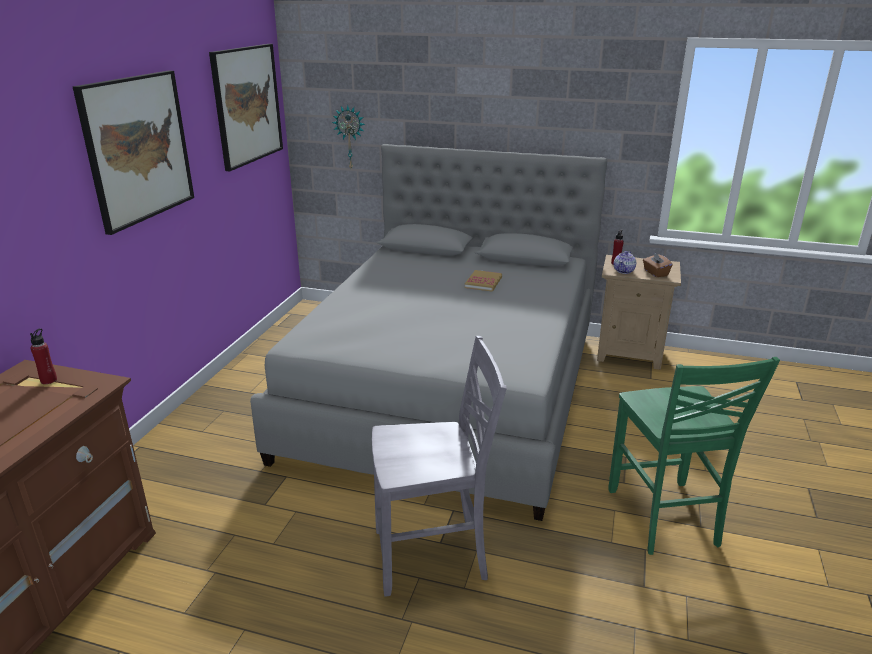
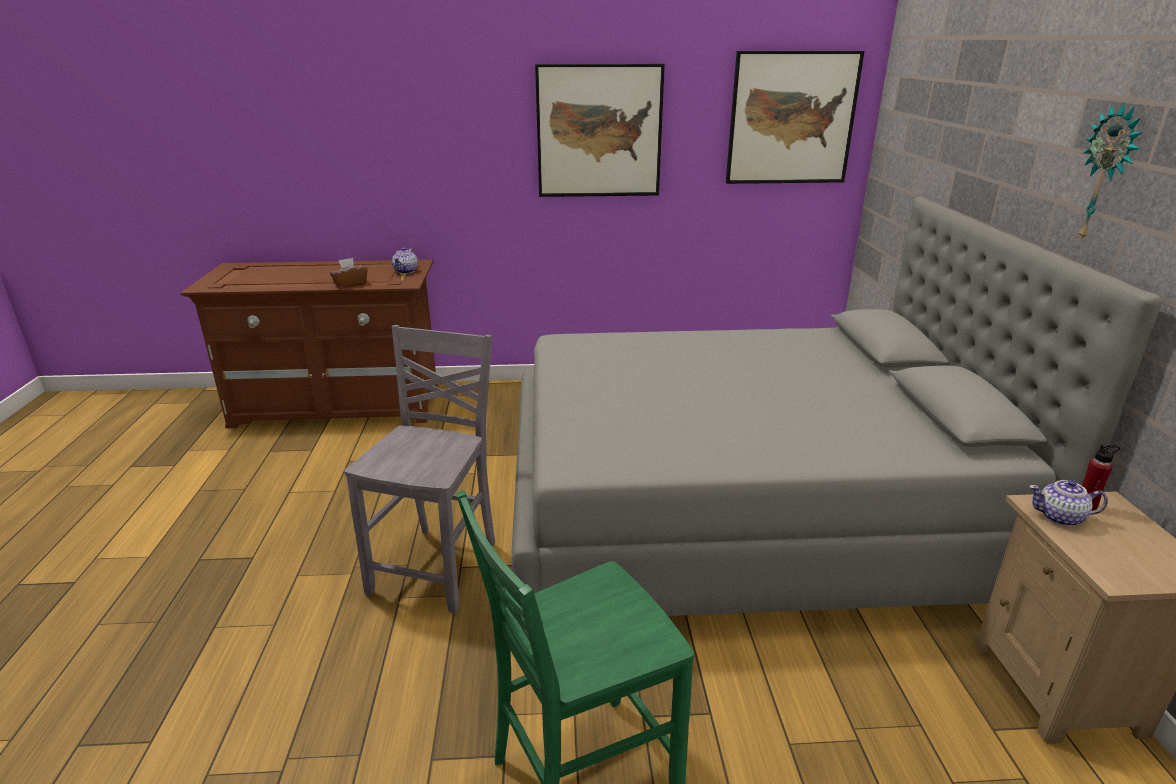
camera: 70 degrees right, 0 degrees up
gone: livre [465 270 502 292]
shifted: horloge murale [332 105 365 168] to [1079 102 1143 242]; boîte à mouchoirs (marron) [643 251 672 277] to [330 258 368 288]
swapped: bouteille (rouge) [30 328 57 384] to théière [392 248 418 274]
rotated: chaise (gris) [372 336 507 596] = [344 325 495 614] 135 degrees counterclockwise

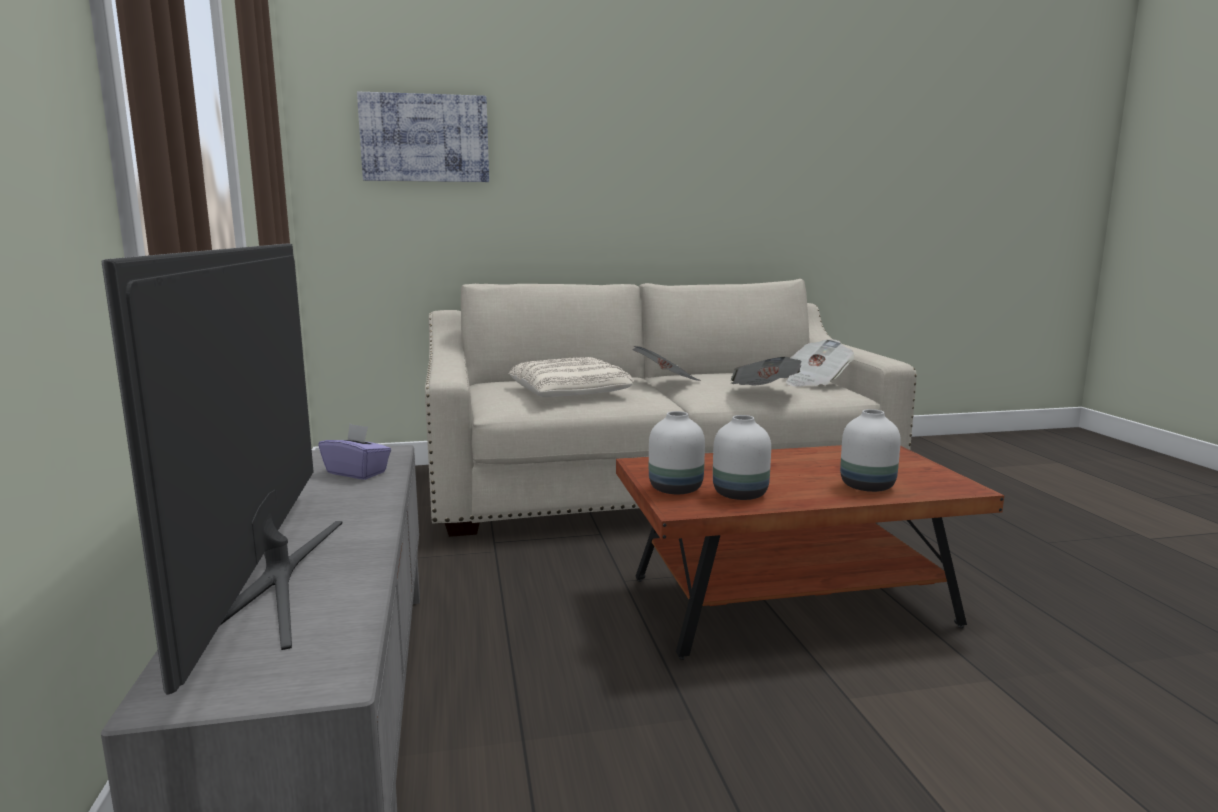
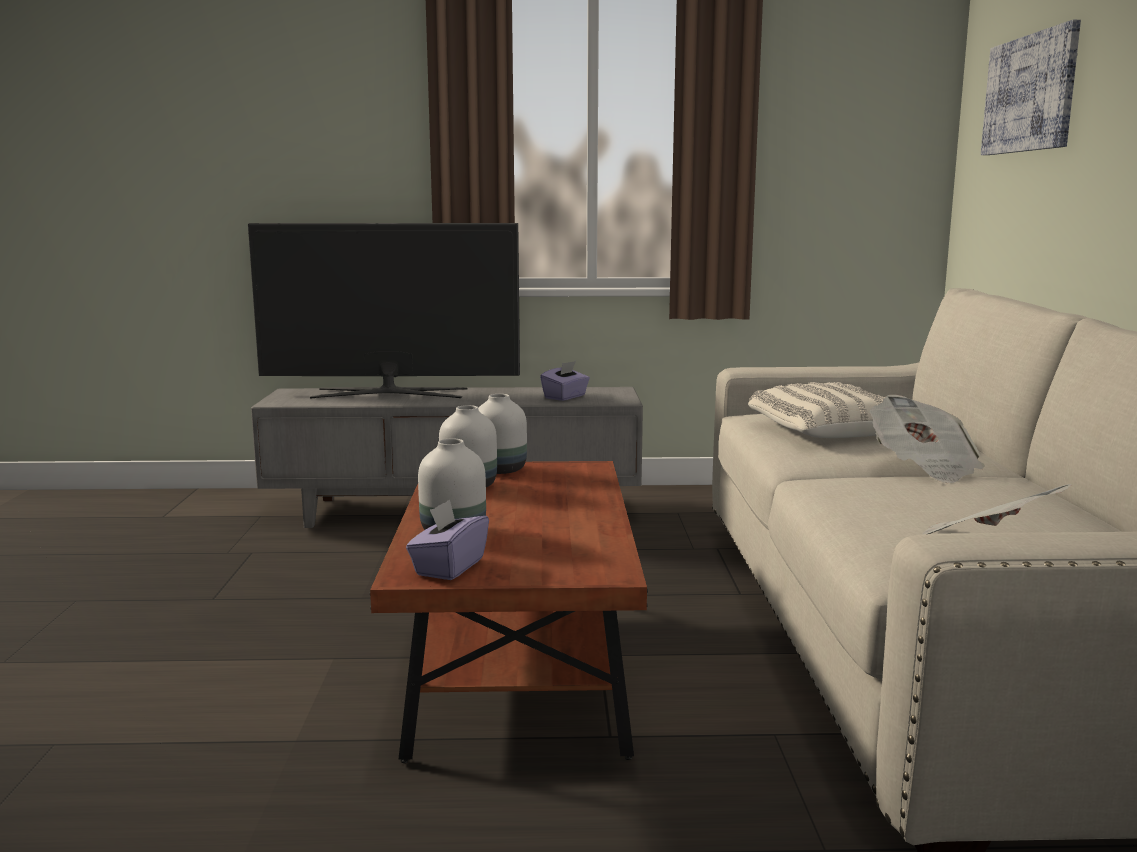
camera: 100 degrees right, 0 degrees up
gone: journal [731 357 802 385]
new: boîte à mouchoirs (violet) [406 499 489 580]

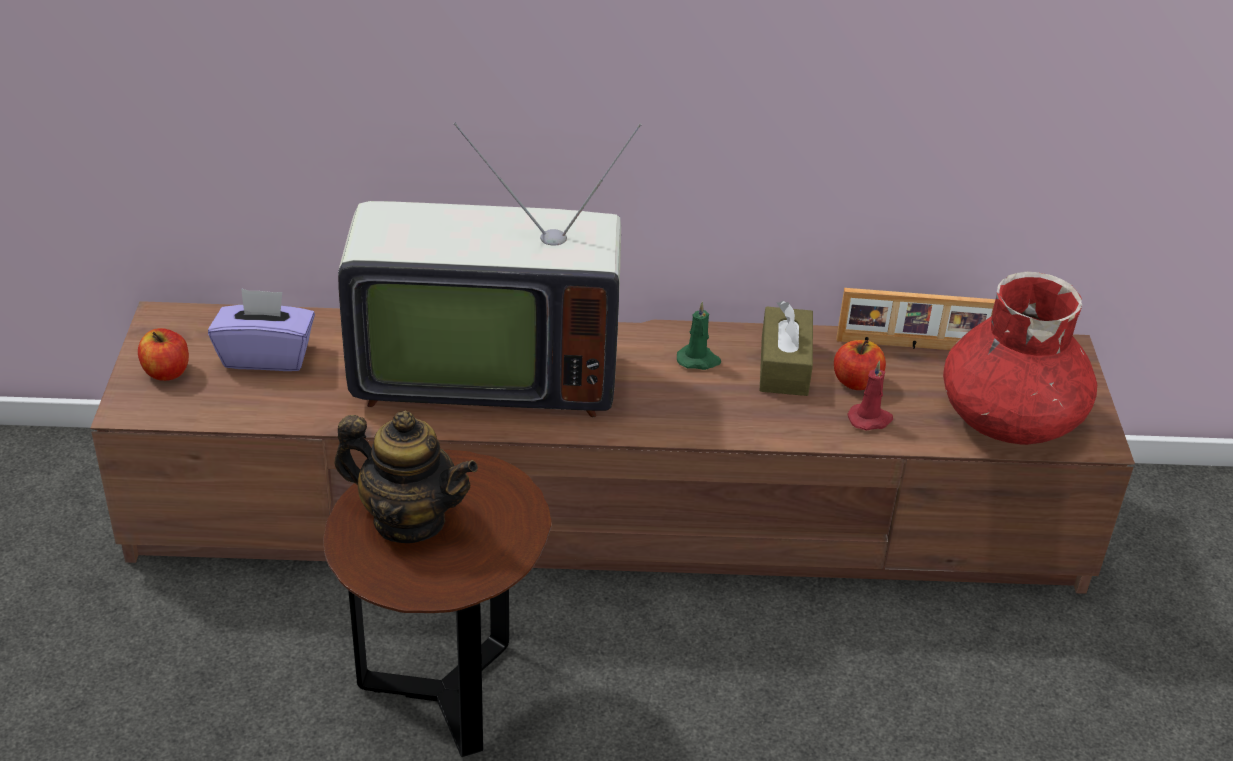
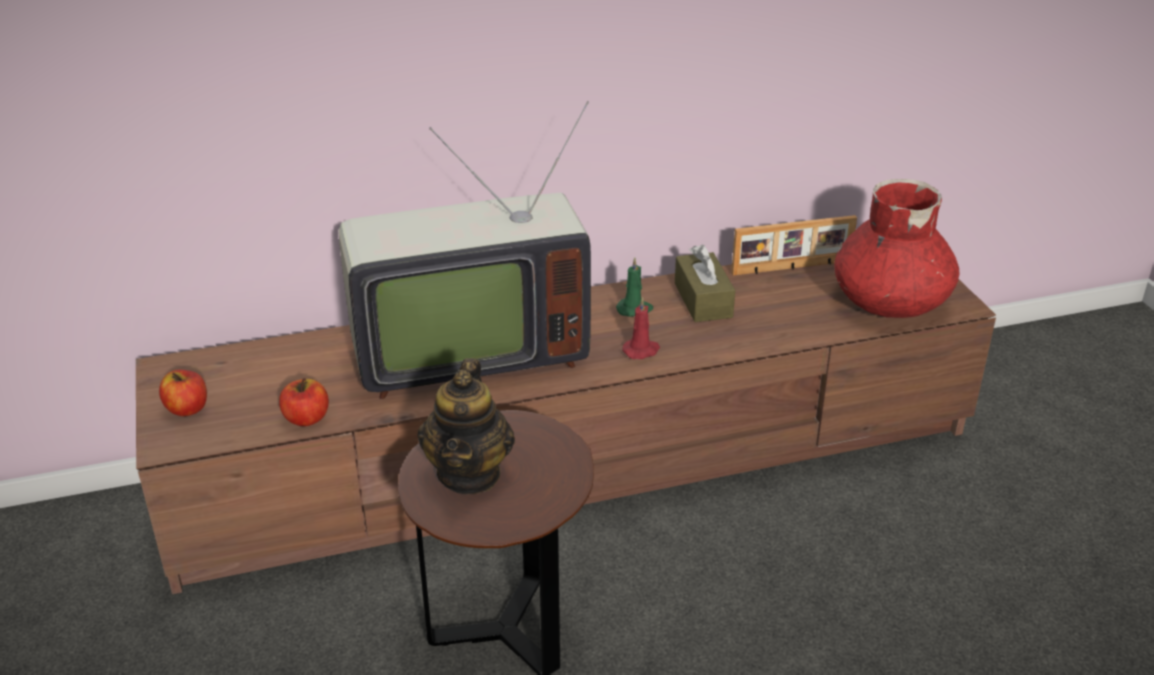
camera: 15 degrees left, 5 degrees down
gone: boîte à mouchoirs (violet) [208 288 315 371]
shifted: pomme [834 340 886 390] to [279 378 329 426]; bougie (rouge) [847 360 893 431] to [622 297 660 359]
rotated: théière [334 411 478 543] = [417 358 515 494] 90 degrees clockwise

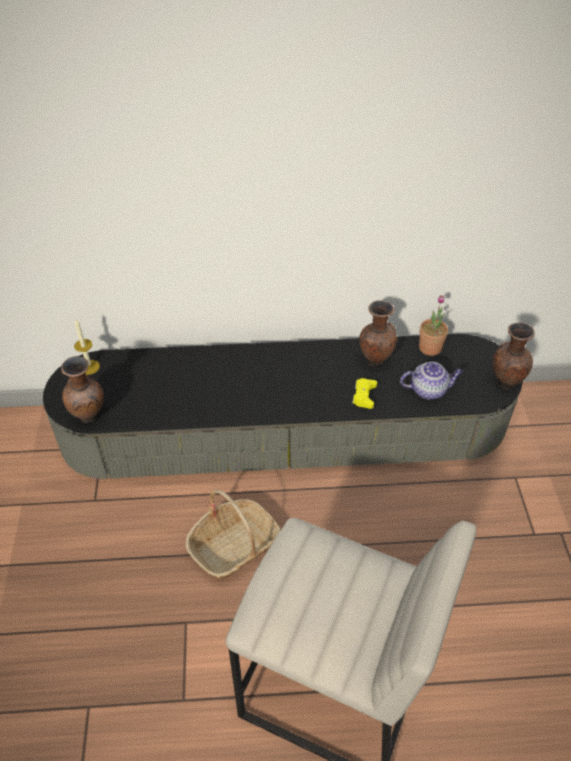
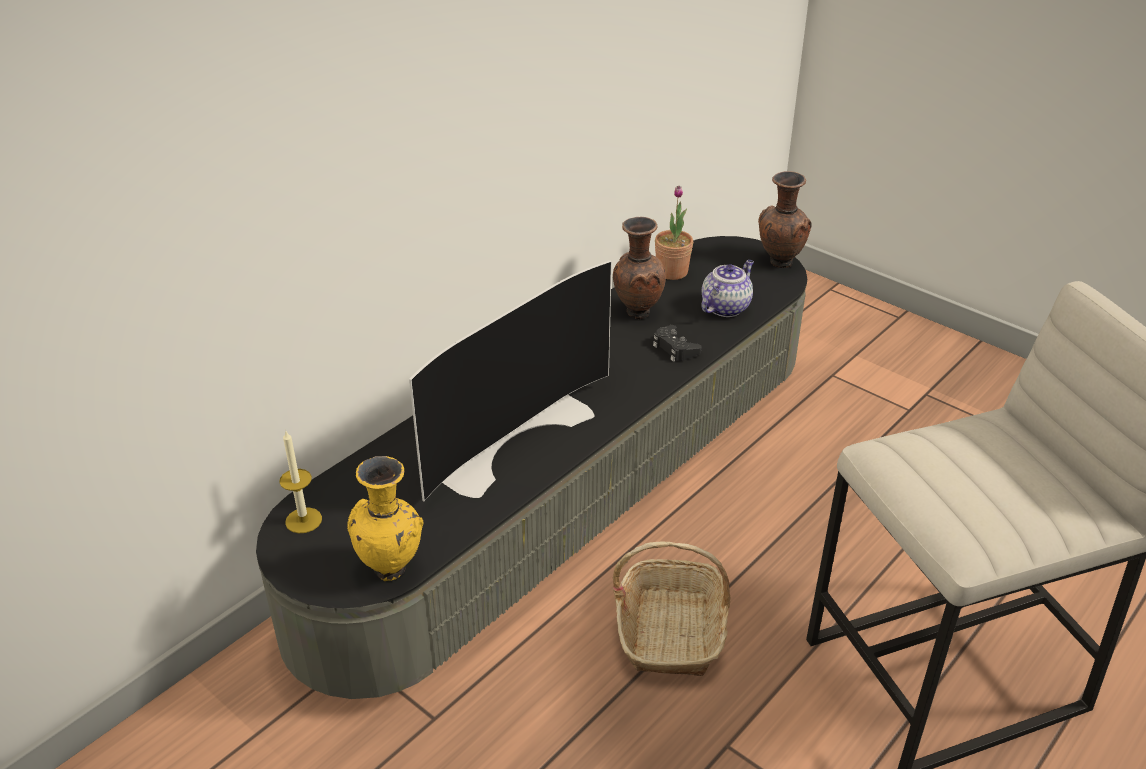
camera: 45 degrees left, 10 degrees down
new: téléviseur [409 261 612 501]
repainted: vase (marron) [61 356 104 423] to vase (jaune) [347 456 424 581]; manette (jaune) [352 378 377 409] to manette (noir) [653 325 702 362]

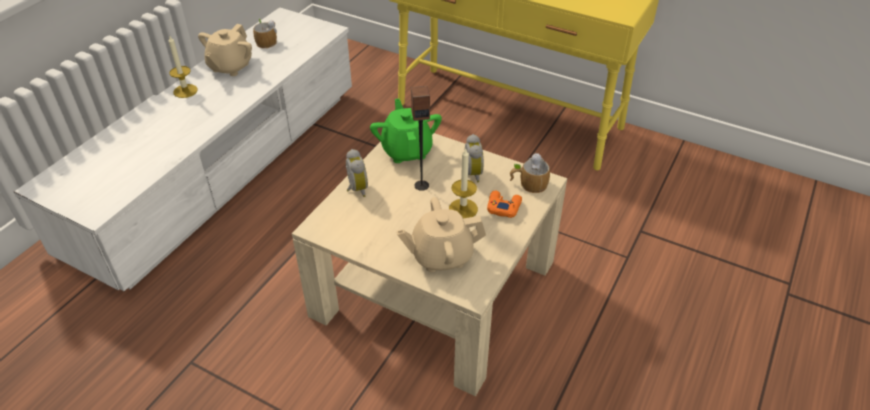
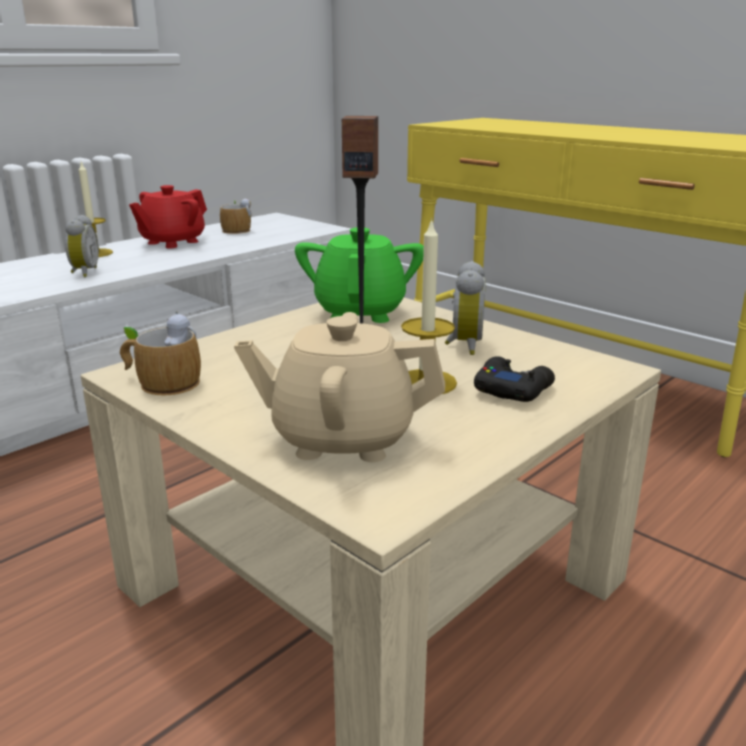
camera: 15 degrees right, 20 degrees down
shifted: réveil [346 149 368 197] to [65 215 99 277]; mug [510 153 550 193] to [120 311 201 395]
repainted: théière (beige) [198 24 252 76] to théière (rouge) [129 185 207 248]; manette (orange) [487 191 522 218] to manette (noir) [474 356 555 402]

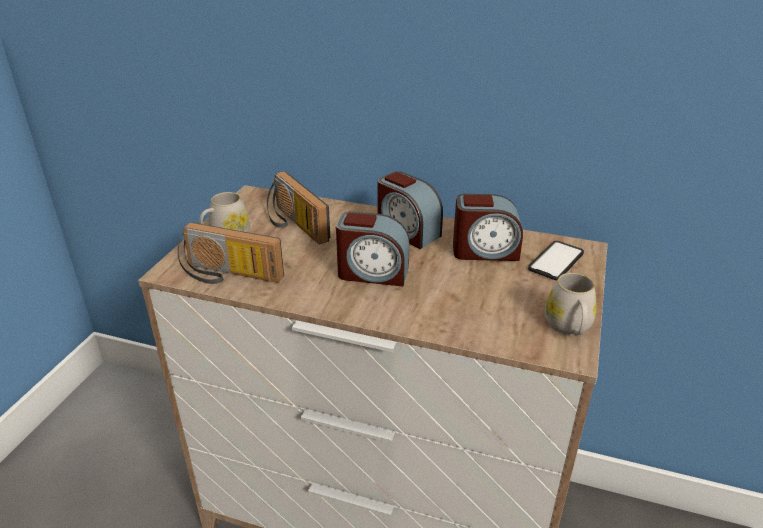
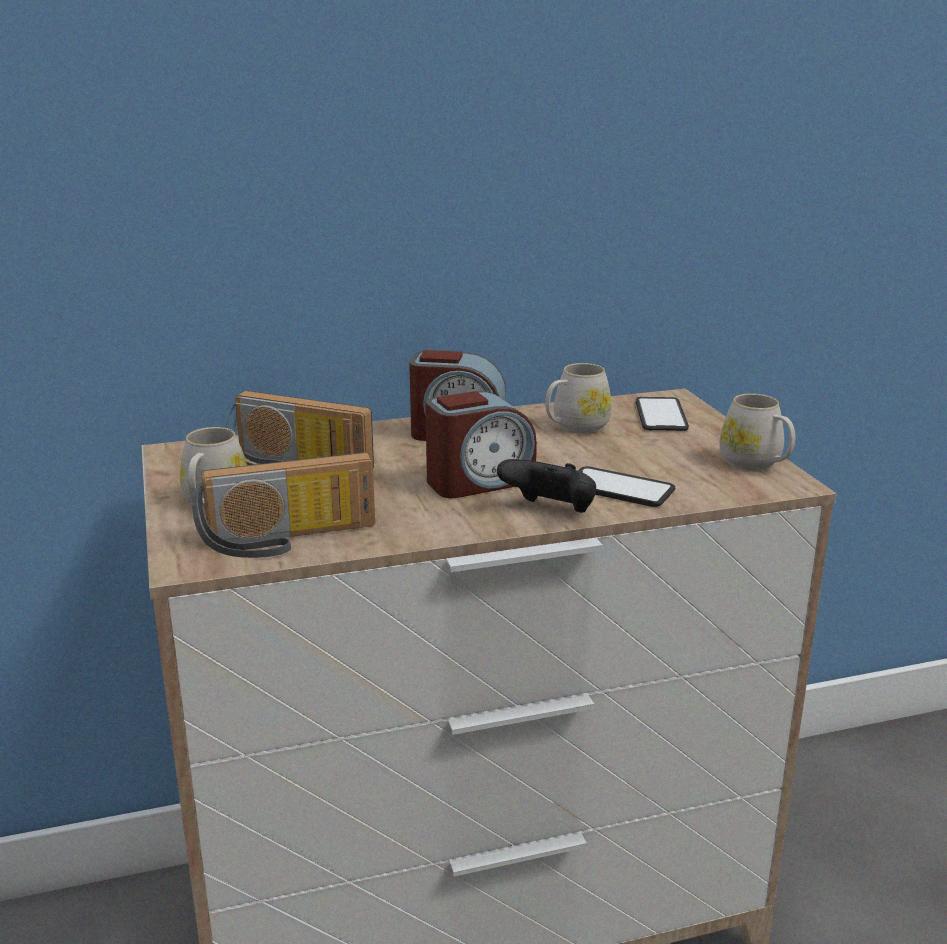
camera: 35 degrees left, 10 degrees down
new: manette (noir) [497 459 596 513]; téléphone [578 466 675 507]
swapped: réveil [453 194 523 261] to mug (blanc) [545 363 612 433]

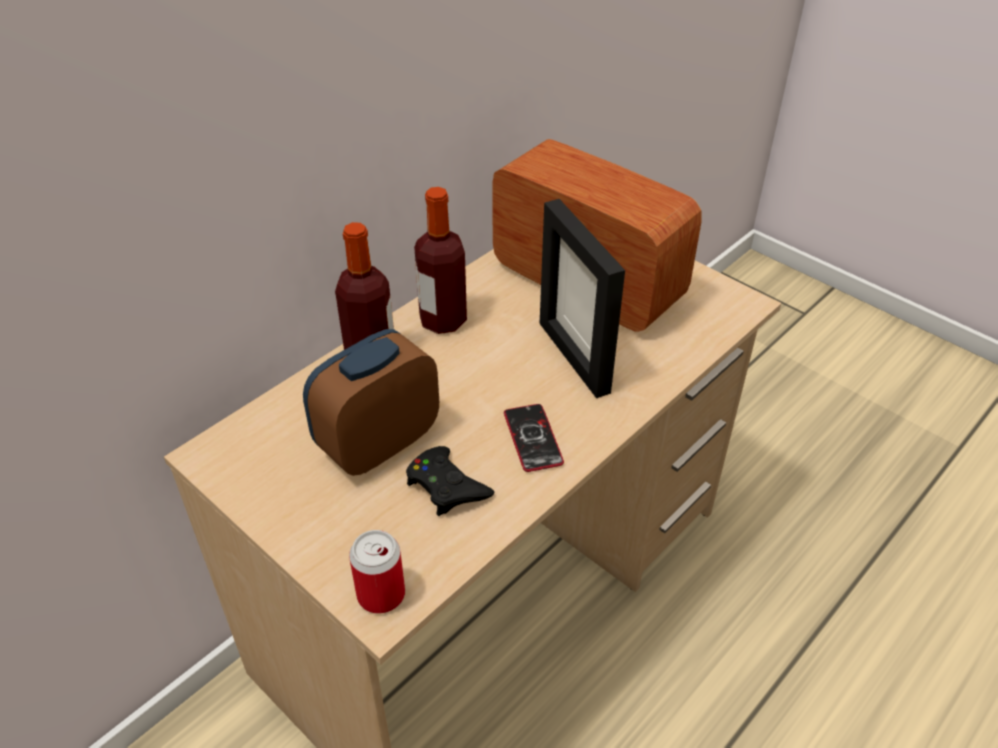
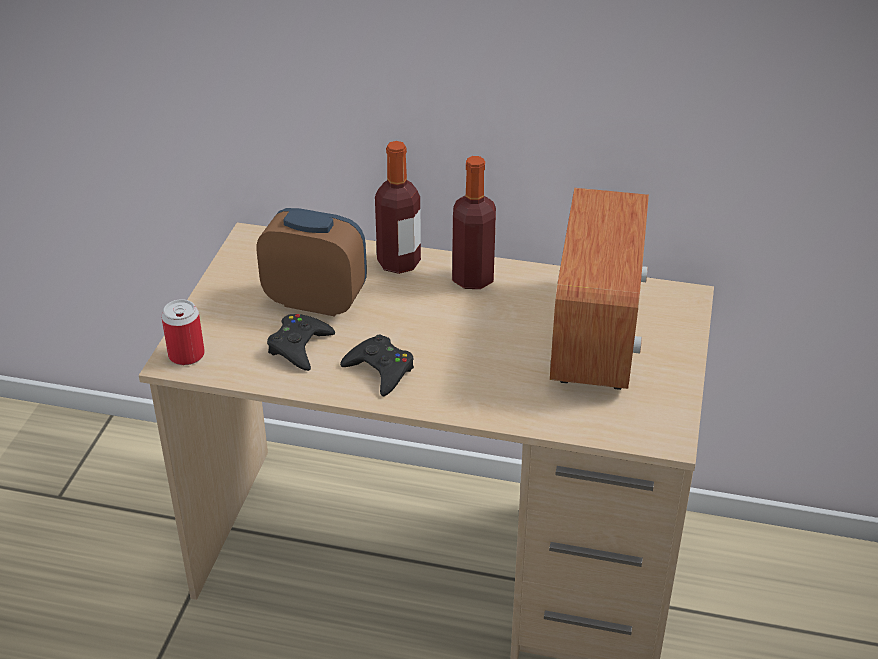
camera: 60 degrees right, 5 degrees down
gone: cadre photo [540 199 625 398]
swapped: téléphone [504 404 564 472] to manette (noir) [340 335 414 396]

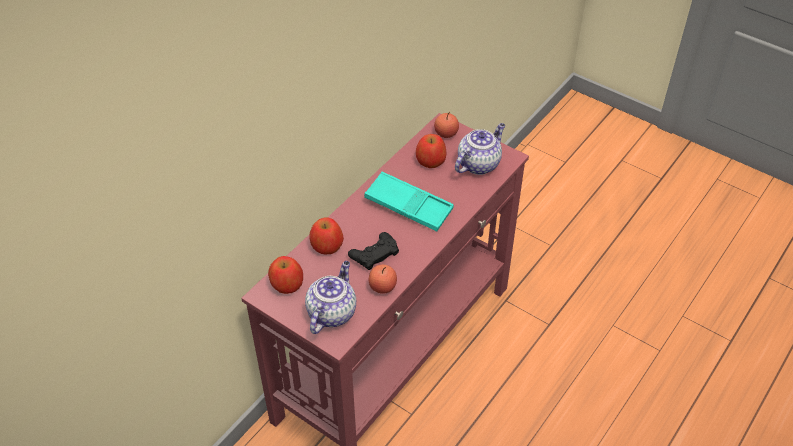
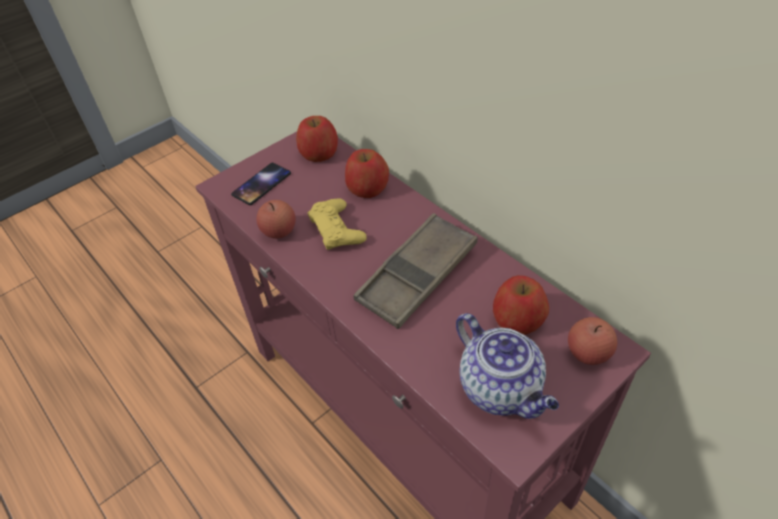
camera: 105 degrees right, 0 degrees up
swapped: théière [305 261 356 334] to téléphone [231 163 291 205]
repainted: manette (noir) [348 232 399 270] to manette (jaune) [307 198 367 250]; plateau (turquoise) [364 171 454 232] to plateau (marron) [354 213 478 329]

